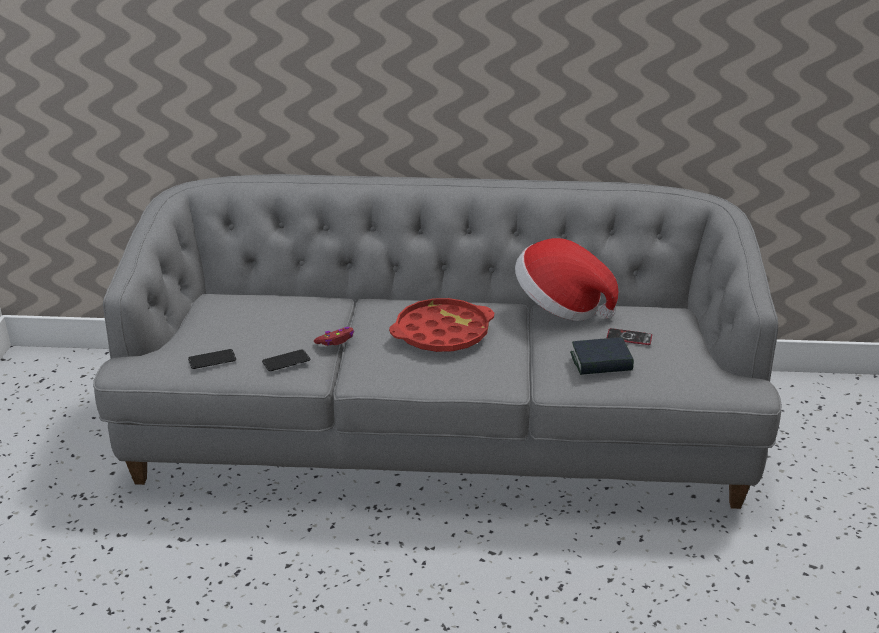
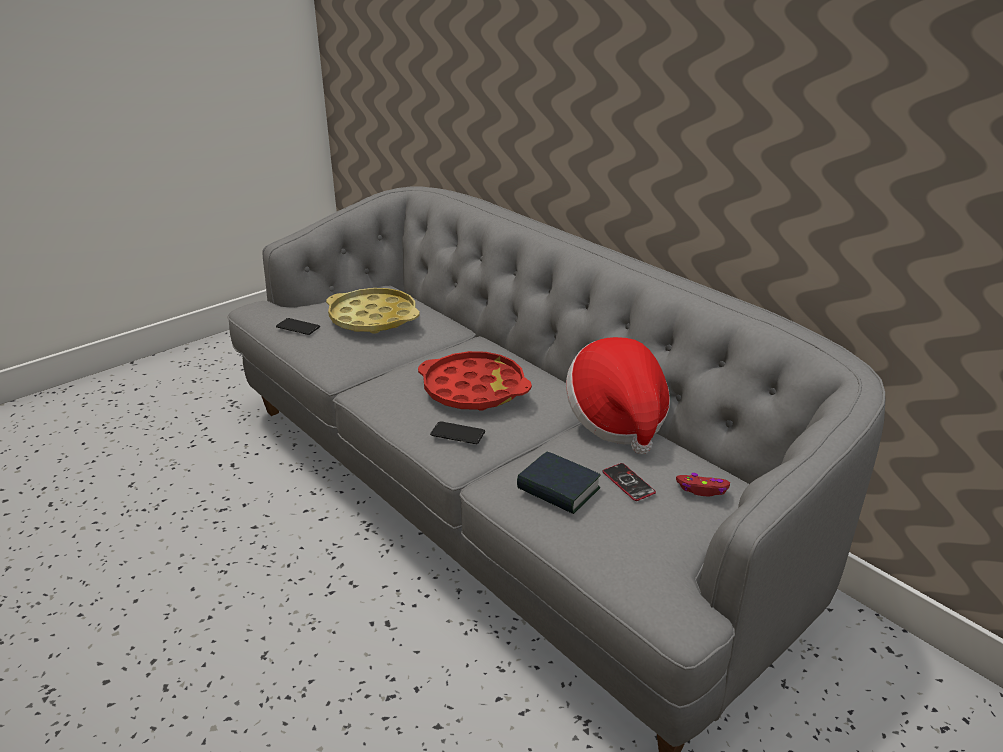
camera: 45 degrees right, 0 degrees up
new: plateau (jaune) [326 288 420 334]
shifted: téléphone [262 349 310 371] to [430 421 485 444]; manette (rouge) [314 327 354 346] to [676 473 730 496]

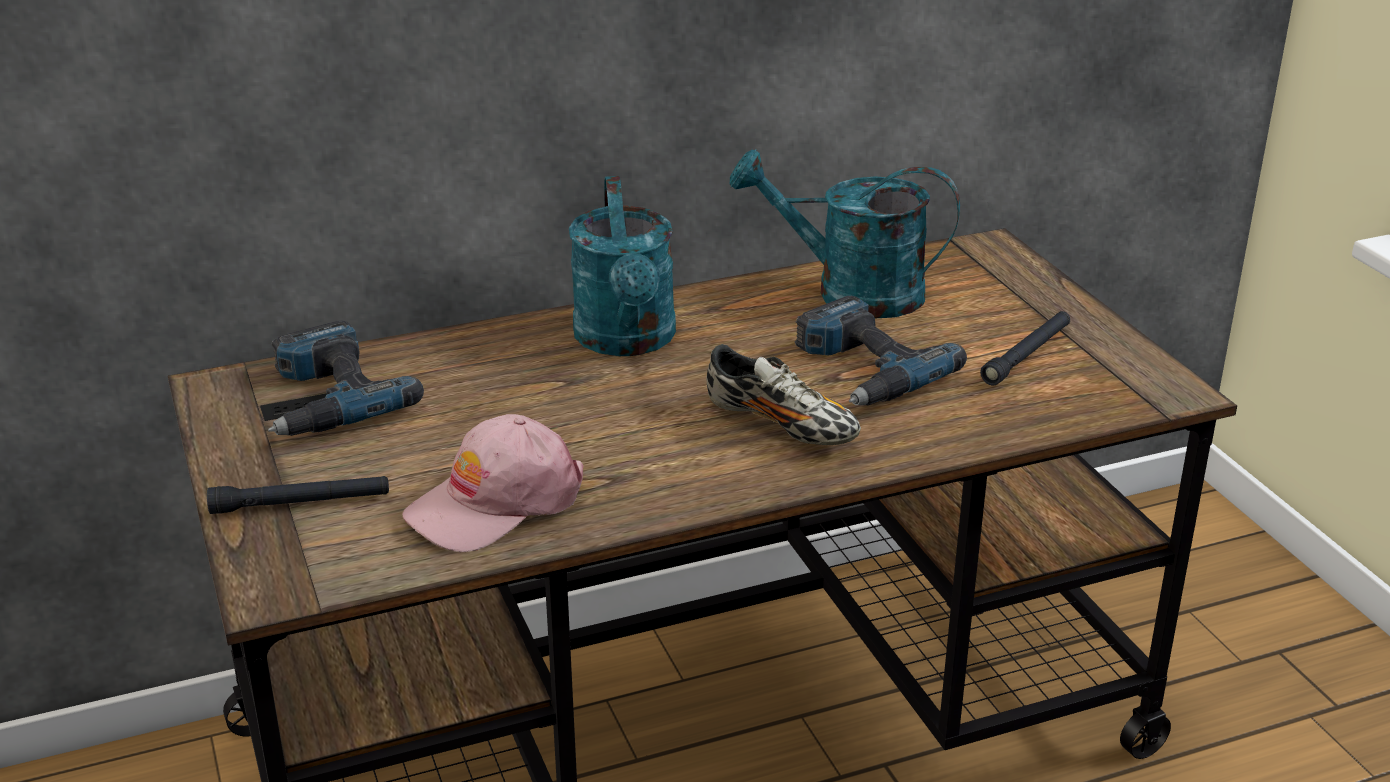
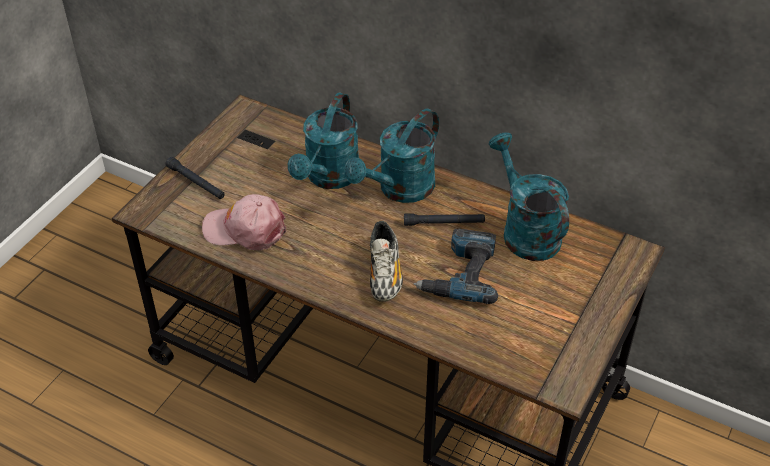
camera: 50 degrees right, 15 degrees up
gone: perceuse [268 320 424 436]
new: arrosoir (turquoise) [288 93 360 189]
shifted: lampe de poche (noir) [980 311 1070 385] to [404 213 485 226]

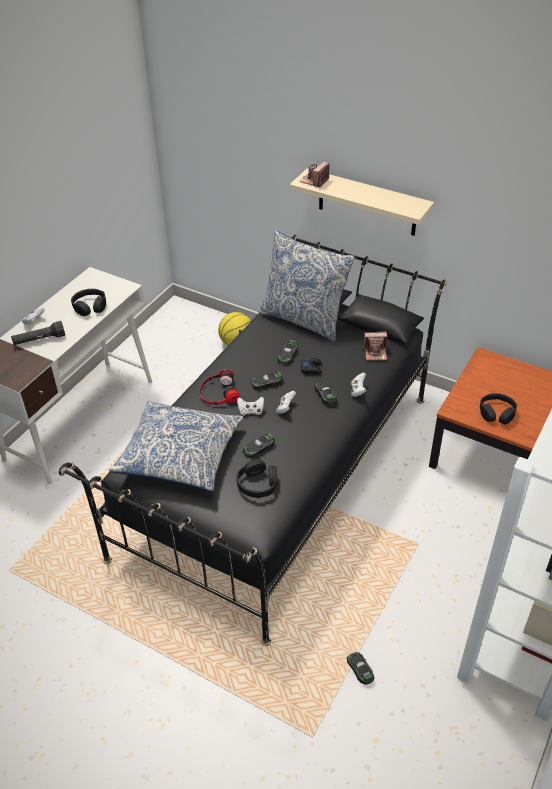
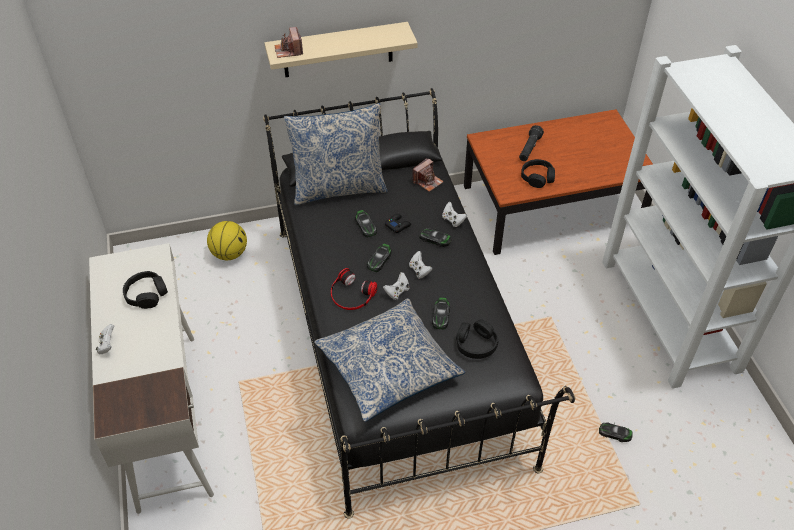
camera: 45 degrees left, 5 degrees up
shifted: lampe de poche (noir) [11 321 65 345] to [519 125 544 161]

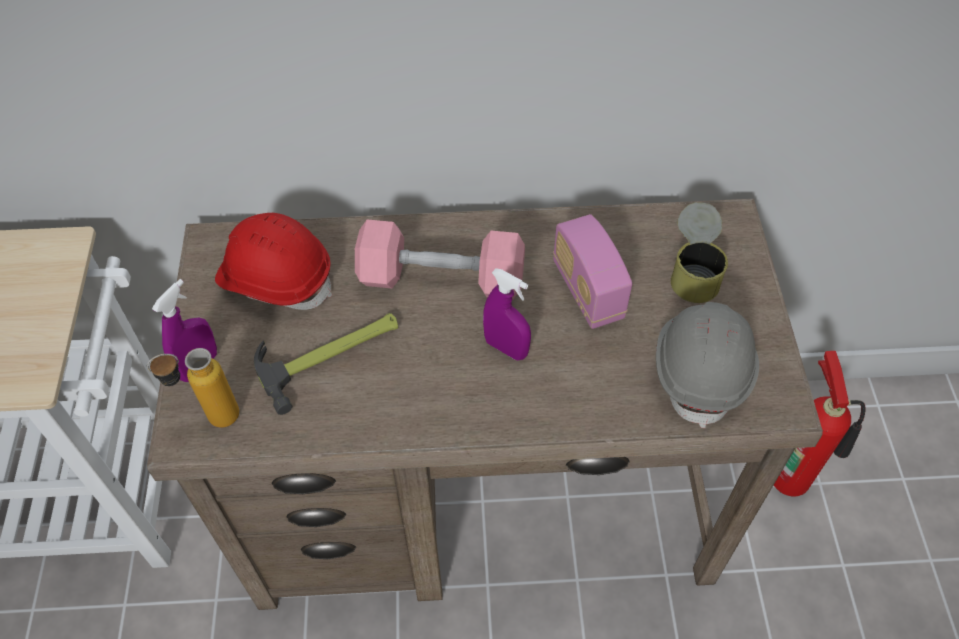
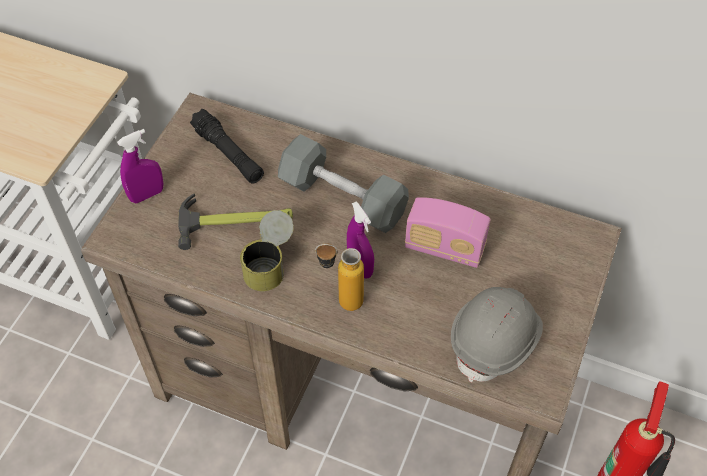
camera: 25 degrees right, 0 degrees up
shifted: bouteille [147 348 239 428] to [315 243 364 311]; boîte métallique [671 202 728 303] to [240 210 294 291]
swapped: casque de chantier (rouge) [215 213 332 310] to lampe de poche (noir) [190 109 264 184]
repainted: haltère (rose) [355 220 525 300] to haltère (gris) [278 134 409 233]
rotated: radio [553 214 632 329] = [405 197 491 268] 75 degrees counterclockwise

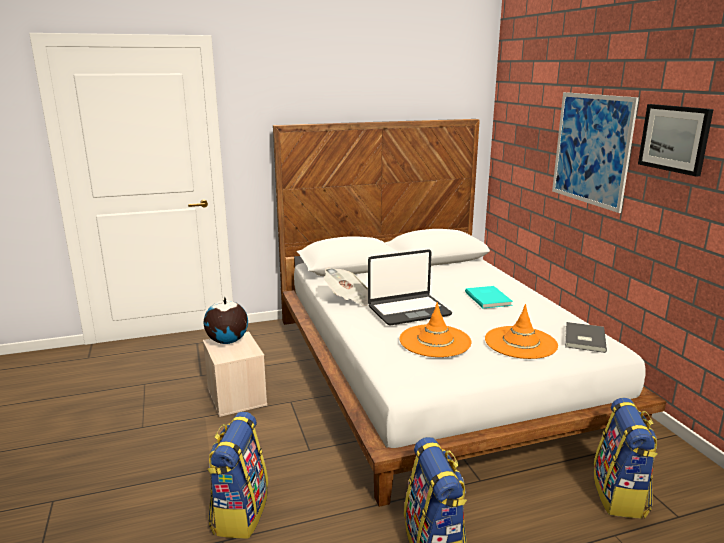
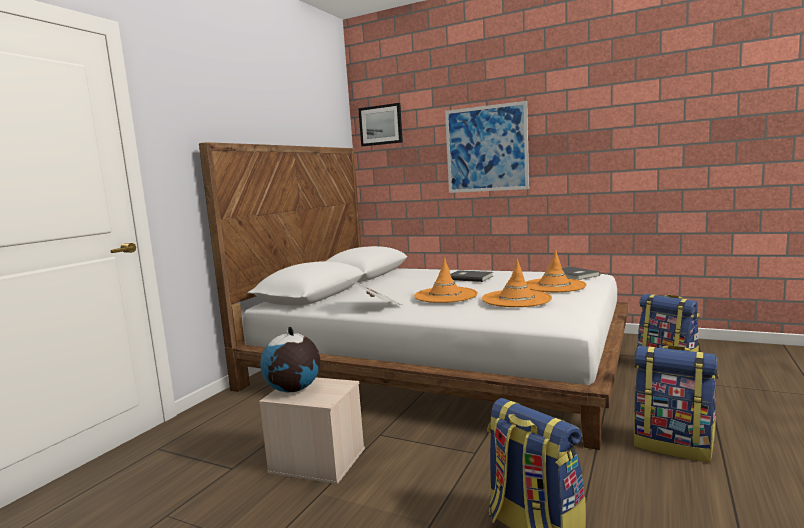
camera: 45 degrees left, 10 degrees down
shifted: tableau [638 104 714 177] to [358 103 403 146]
swapped: ordinateur portable [368 249 452 325] to chapeau (orange) [414 257 478 303]
repainted: livre (turquoise) [465 286 513 308] to livre (gris) [450 270 493 282]

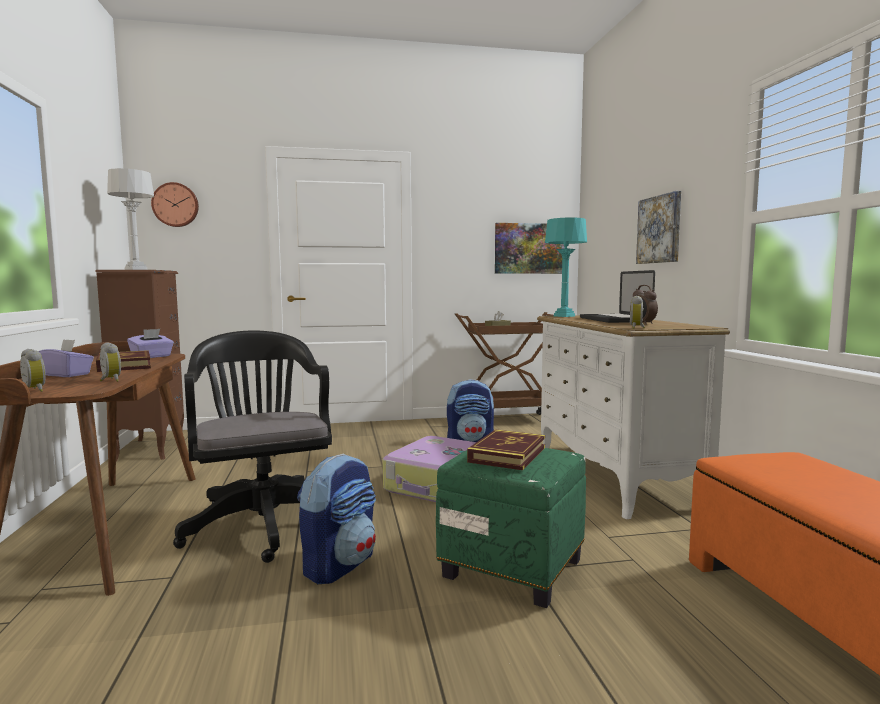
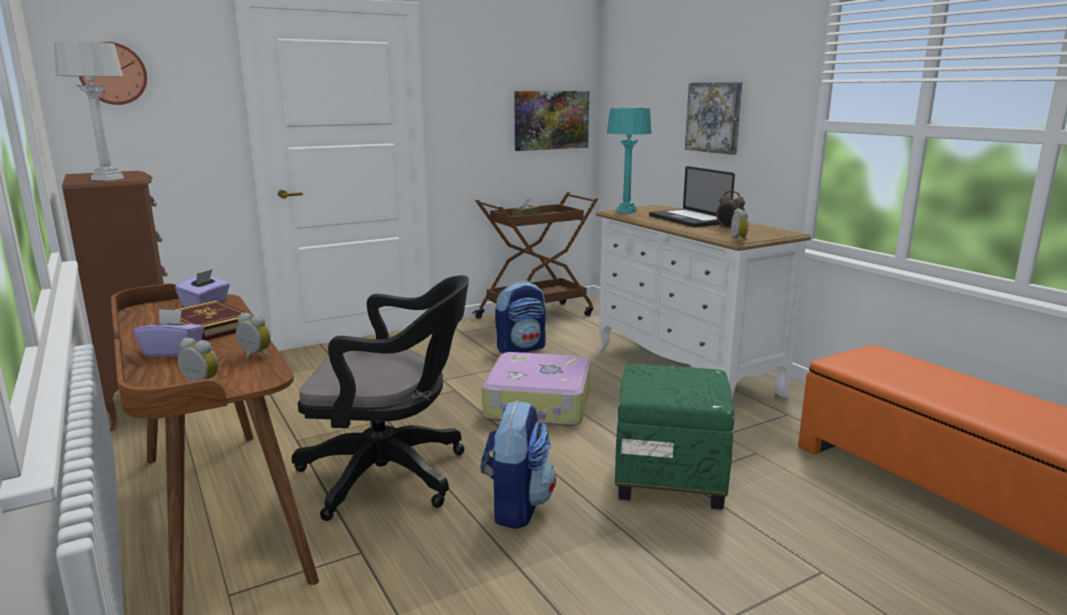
camera: 20 degrees left, 10 degrees up
gone: livre [467 430 545 470]
rotated: chaise de bureau (noir) [173 330 332 563] = [292 275 469 521] 135 degrees clockwise

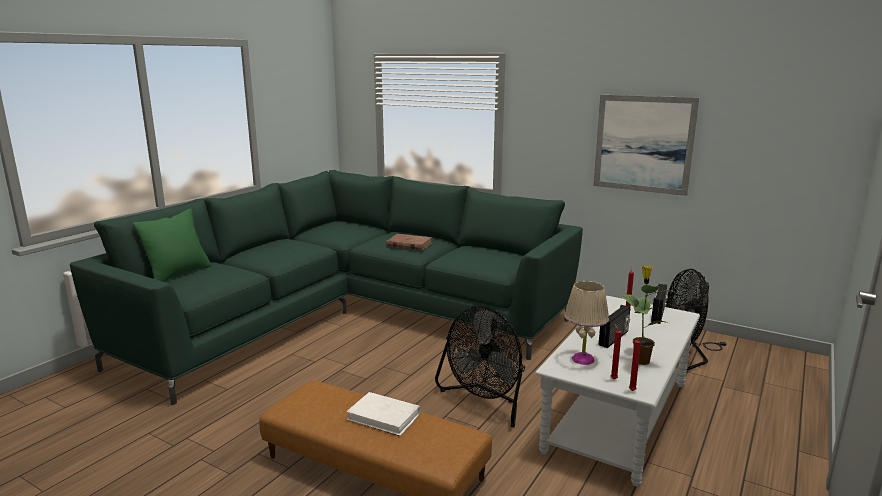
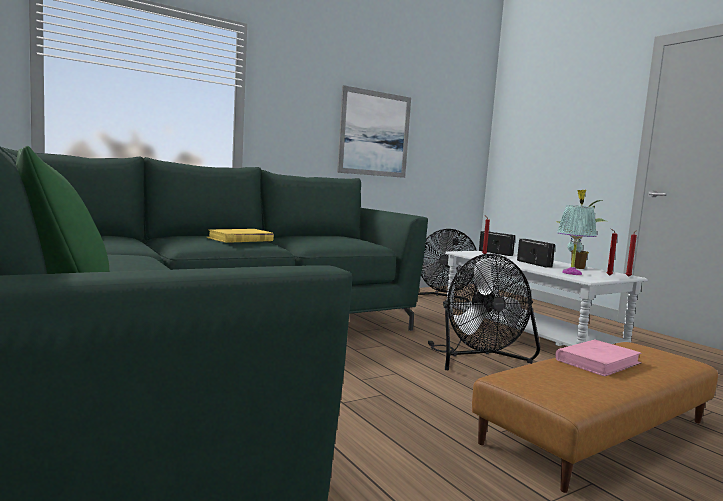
camera: 65 degrees left, 10 degrees down
repainted: livre (blanc) [346 392 421 436] to livre (rose) [555 339 642 376]; livre (marron) [386 234 432 251] to livre (jaune) [207 229 274 243]; lampe de table (beige) [564 281 609 365] to lampe de table (turquoise) [557 205 597 275]

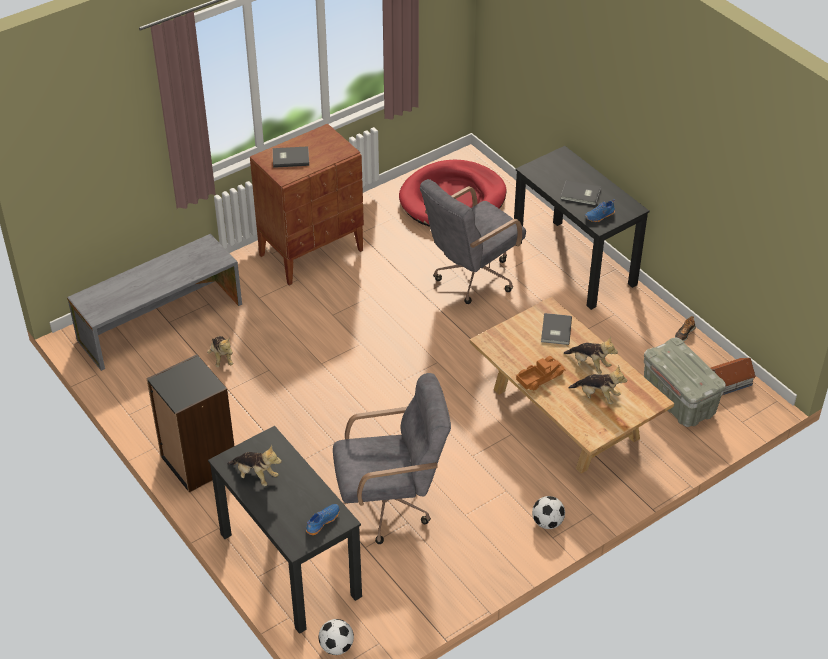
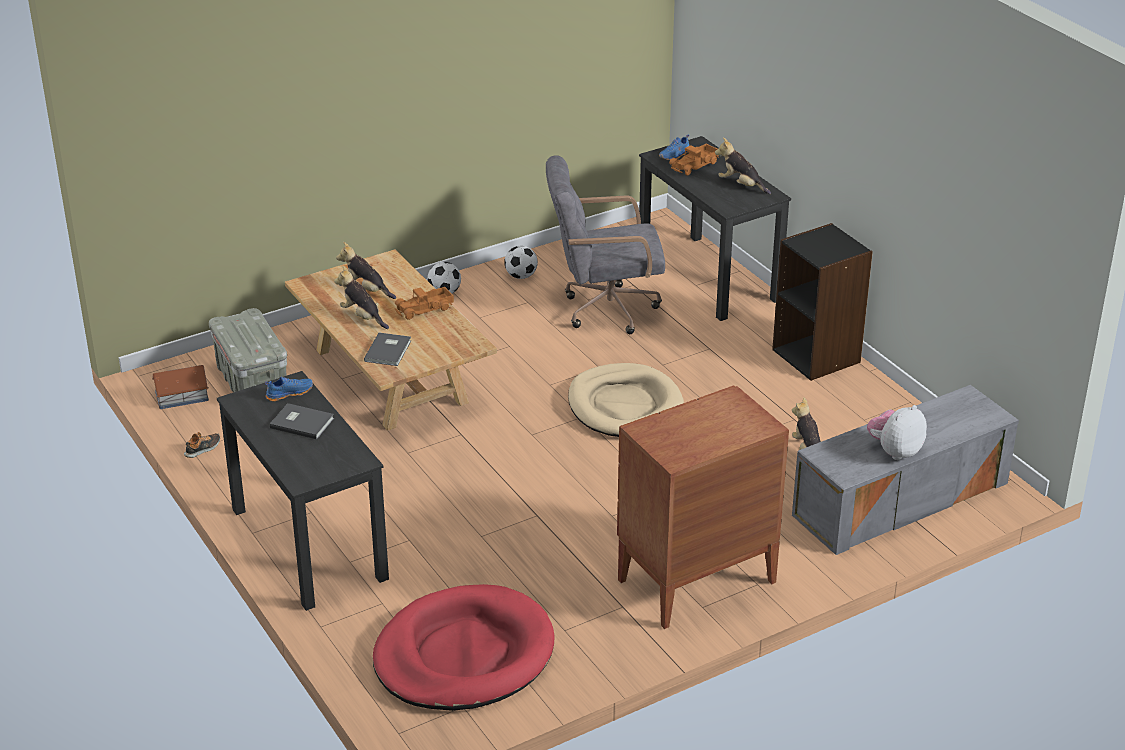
camera: 175 degrees left, 10 degrees down
gone: livre (gris) [273 146 309 168]; chaise de bureau (gris) [420 179 526 304]
new: panier pour chien (beige) [568 363 684 437]; camion jouet [669 144 719 175]; peluche [867 405 927 460]
shifted: ballon de foot [318 619 354 655] to [504 246 538 279]

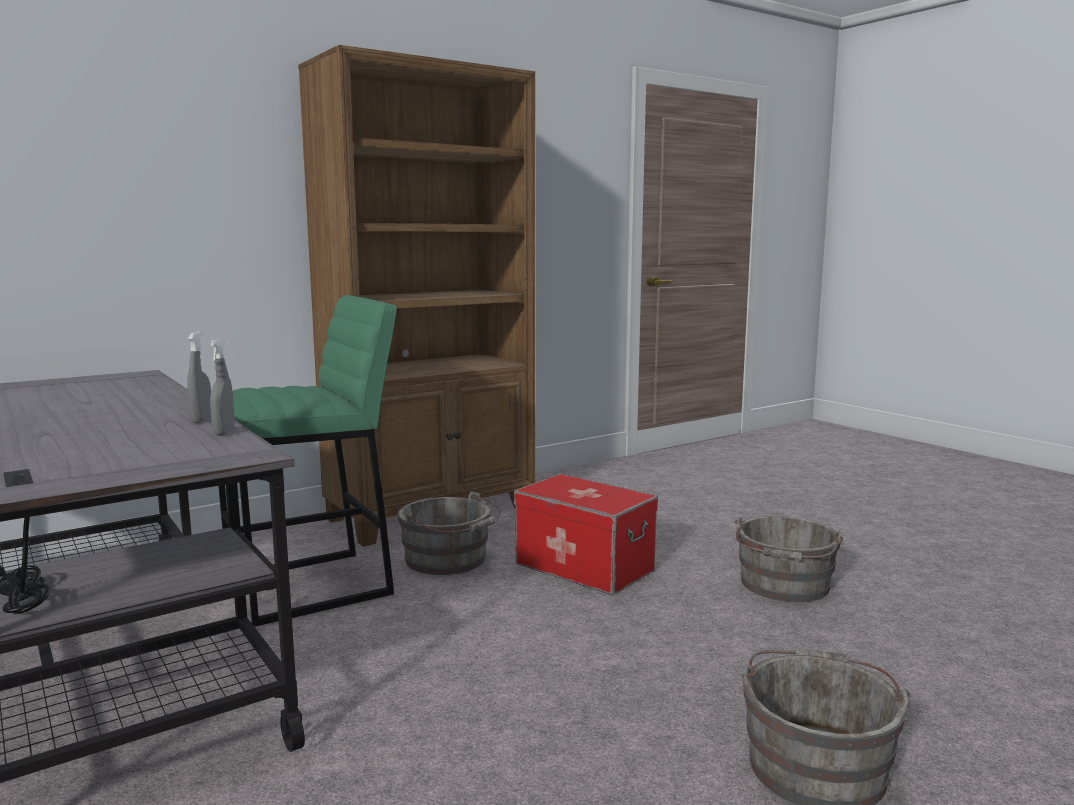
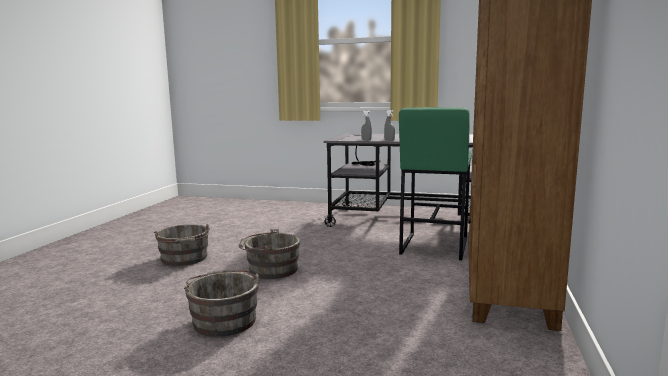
camera: 140 degrees right, 0 degrees up
gone: boîte de rangement [514 474 658 595]
shifted: seau (gris) [397 491 501 575] to [239 229 301 279]

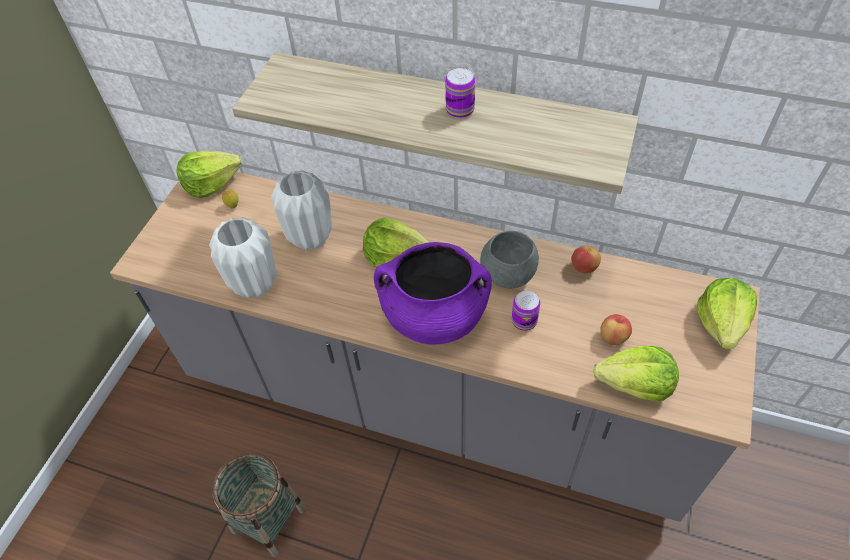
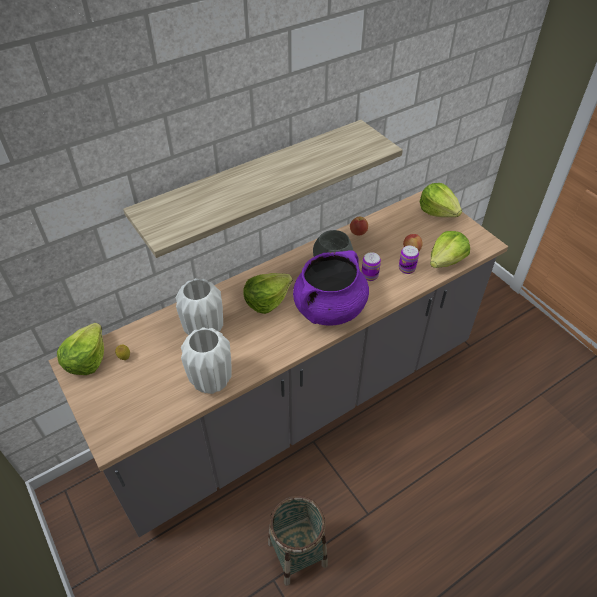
camera: 55 degrees left, 5 degrees down
shifted: boîte métallique [445 68 475 118] to [399 246 419 274]

